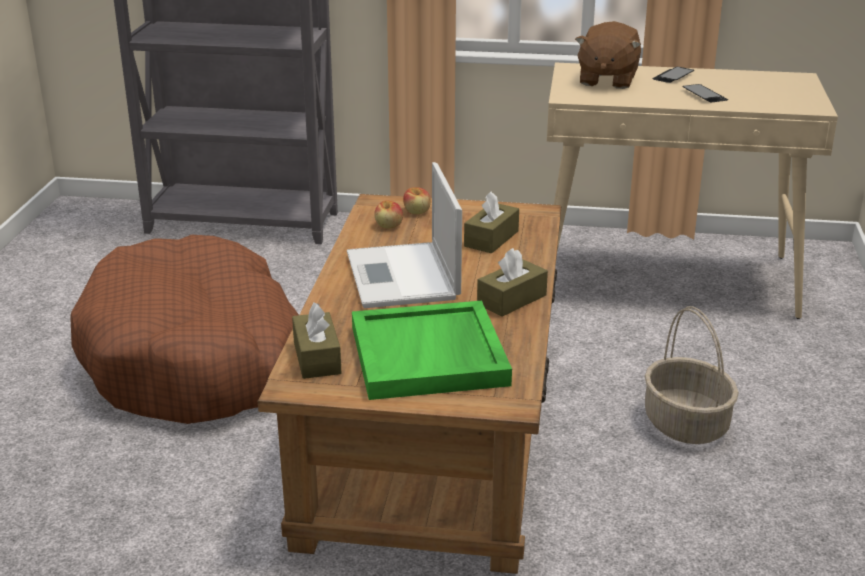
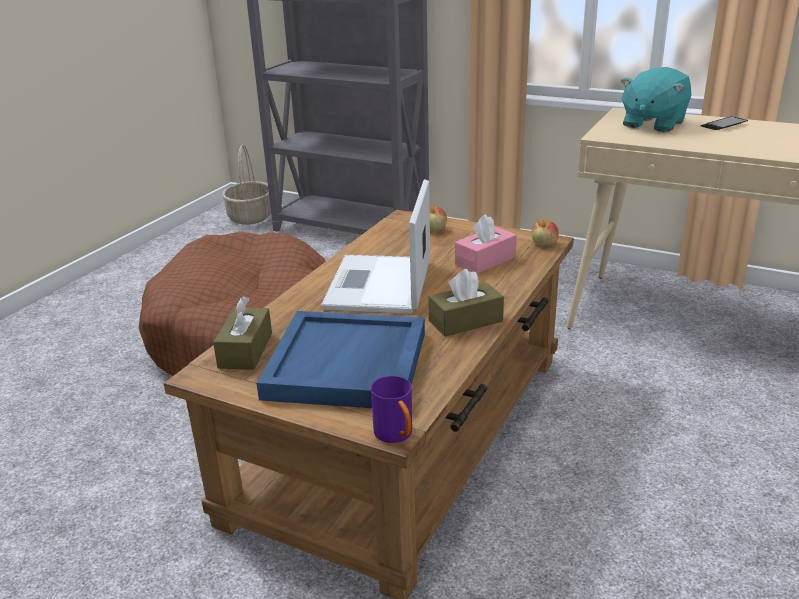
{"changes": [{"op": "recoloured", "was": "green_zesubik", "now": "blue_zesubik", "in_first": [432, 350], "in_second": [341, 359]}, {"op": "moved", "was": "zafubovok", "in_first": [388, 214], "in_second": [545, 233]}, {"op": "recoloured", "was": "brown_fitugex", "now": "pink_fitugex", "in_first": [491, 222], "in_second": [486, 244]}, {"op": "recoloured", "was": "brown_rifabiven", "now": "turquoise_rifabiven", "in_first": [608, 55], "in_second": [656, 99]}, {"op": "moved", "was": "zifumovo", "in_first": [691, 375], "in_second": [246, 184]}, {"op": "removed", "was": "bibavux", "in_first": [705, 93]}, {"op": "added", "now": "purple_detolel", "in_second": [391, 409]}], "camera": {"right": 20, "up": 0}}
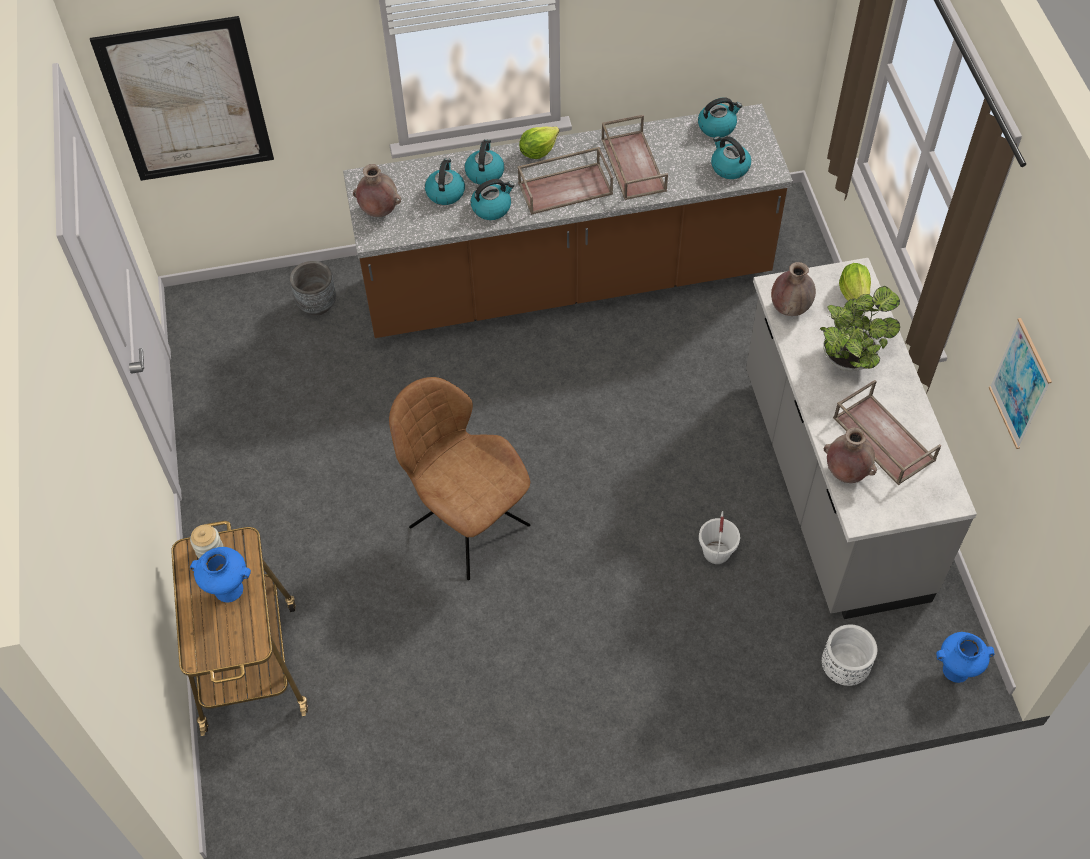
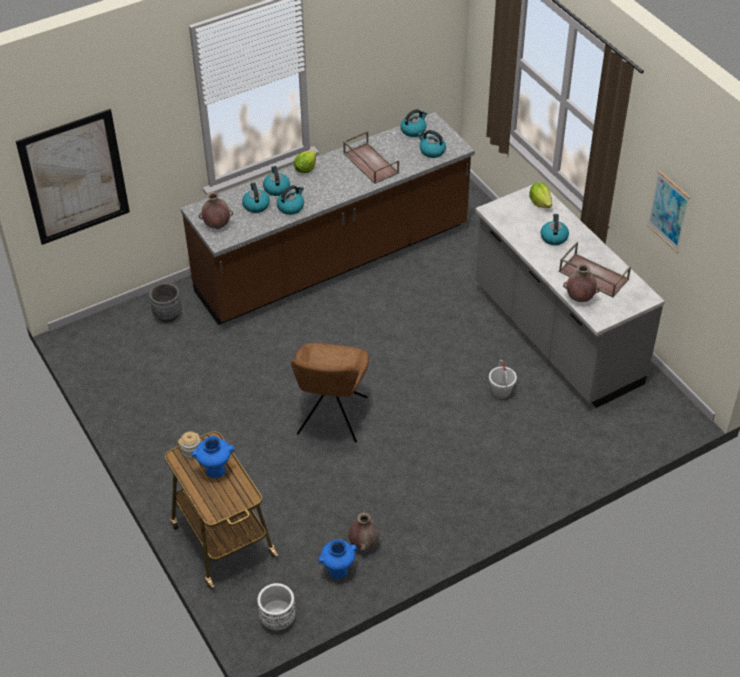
{"changes": [{"op": "turned", "was": "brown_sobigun", "in_first": [459, 478], "in_second": [330, 393], "clockwise": -105}, {"op": "removed", "was": "brown_zesubik", "in_first": [565, 181]}, {"op": "moved", "was": "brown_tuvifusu", "in_first": [793, 289], "in_second": [364, 531]}, {"op": "replaced", "was": "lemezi", "now": "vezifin", "in_first": [860, 328], "in_second": [555, 229]}, {"op": "moved", "was": "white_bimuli", "in_first": [849, 655], "in_second": [276, 606]}, {"op": "moved", "was": "blue_tuvifusu", "in_first": [965, 657], "in_second": [337, 559]}], "camera": {"right": -20, "up": -10}}
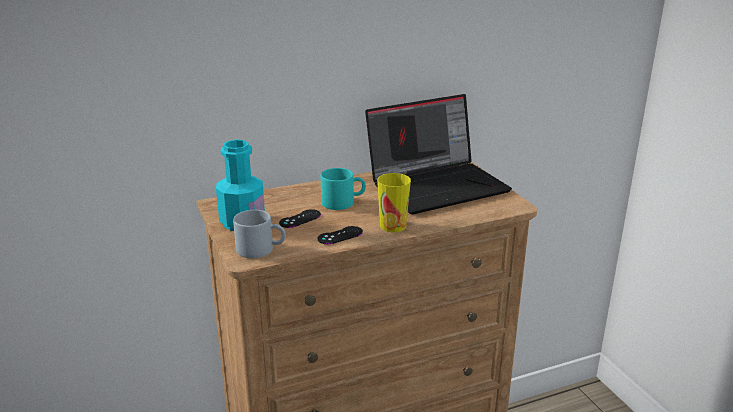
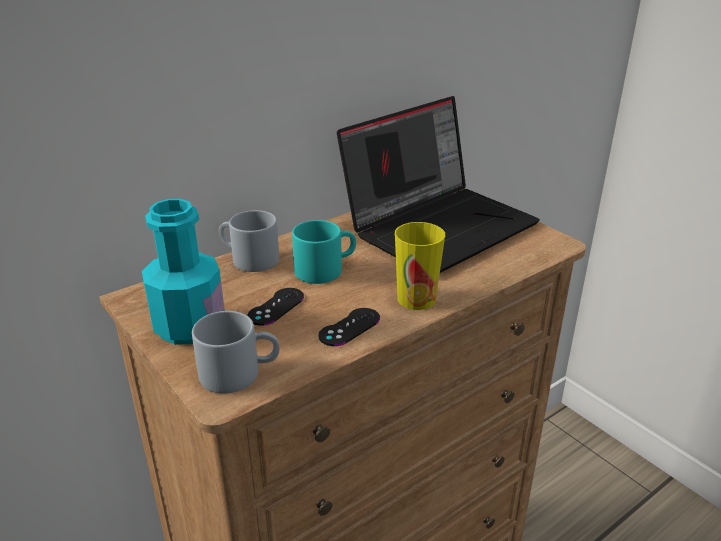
{"changes": [{"op": "added", "now": "grey_detolel", "in_second": [249, 241]}], "camera": {"right": -15, "up": 5}}
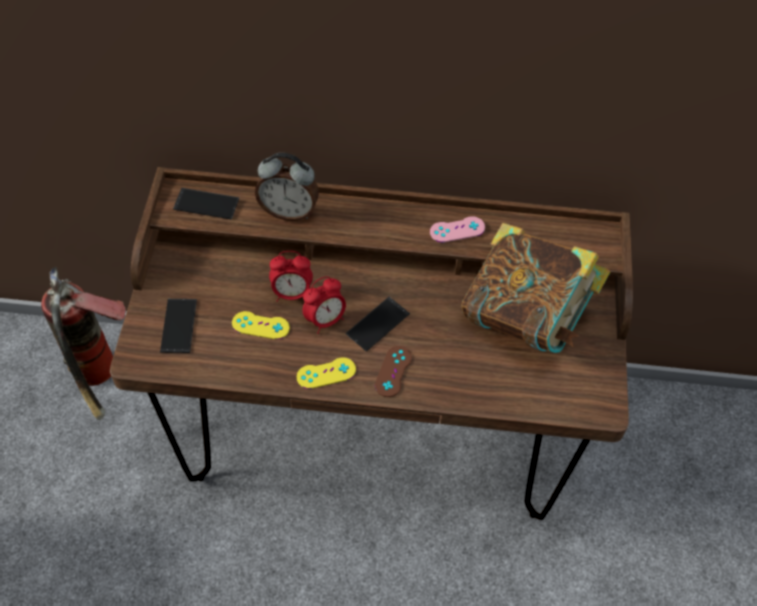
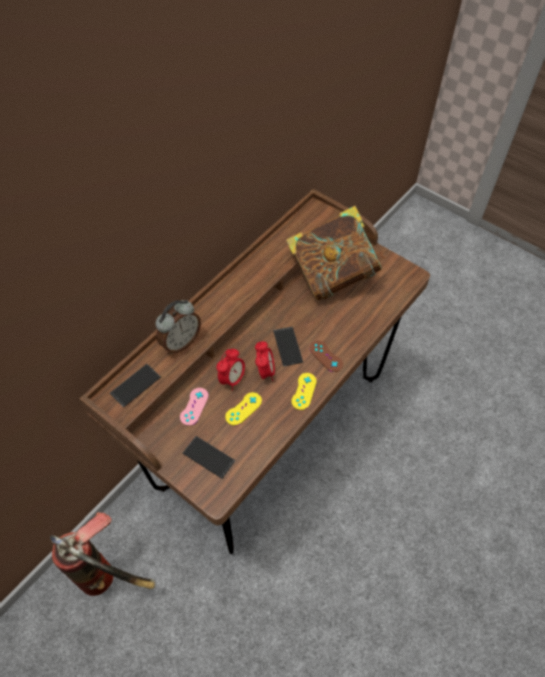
{"changes": [{"op": "moved", "was": "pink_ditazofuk", "in_first": [457, 229], "in_second": [194, 407]}], "camera": {"right": -55, "up": 0}}
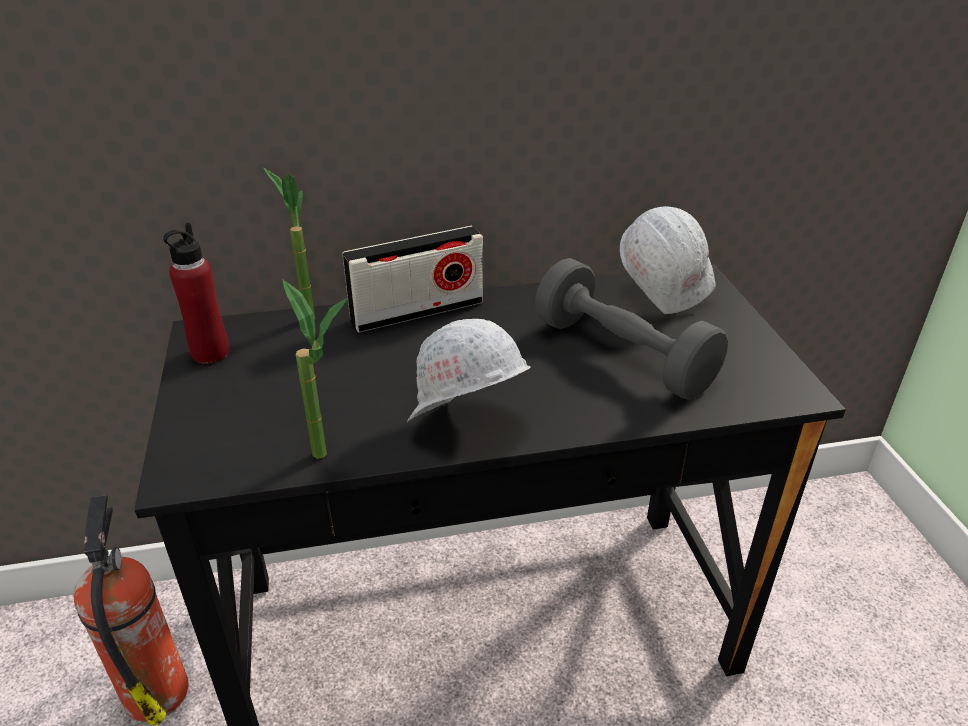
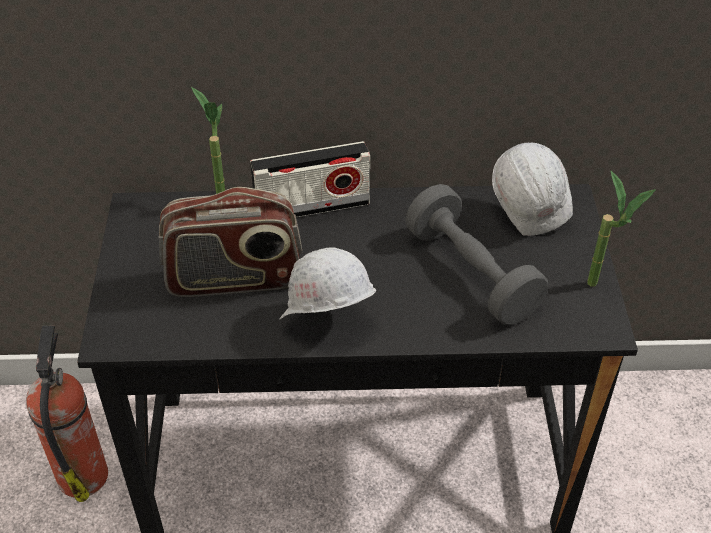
{"changes": [{"op": "removed", "was": "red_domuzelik", "in_first": [196, 293]}, {"op": "moved", "was": "lemezi", "in_first": [314, 369], "in_second": [621, 229]}, {"op": "added", "now": "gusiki", "in_second": [231, 242]}], "camera": {"right": 10, "up": 10}}
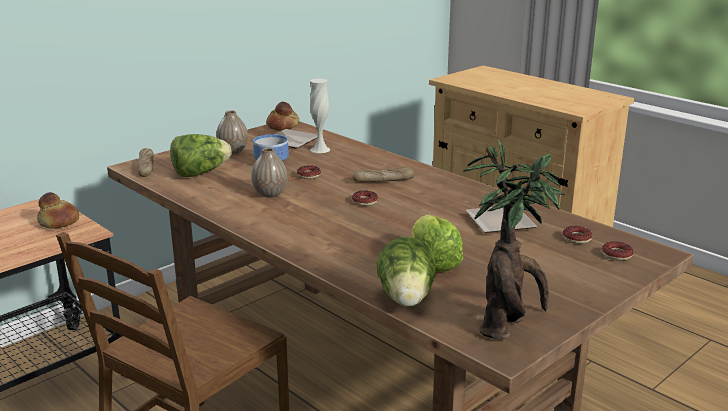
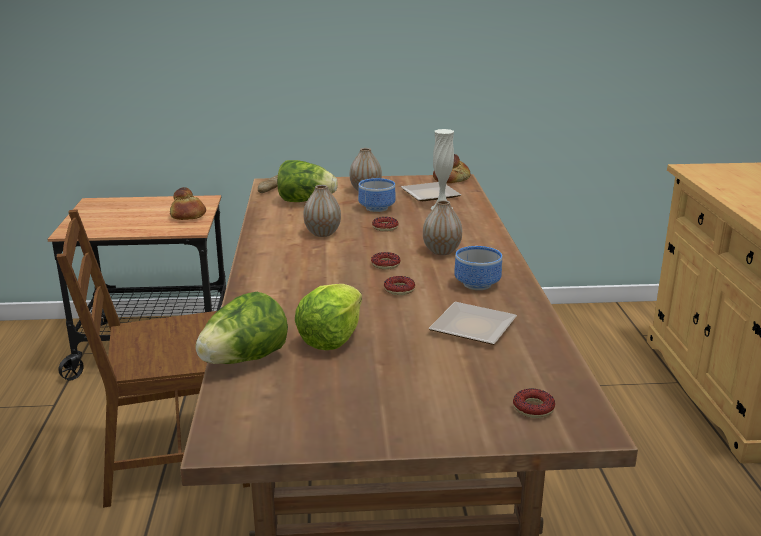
{"changes": [{"op": "replaced", "was": "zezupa", "now": "tuvifusu", "in_first": [383, 174], "in_second": [442, 227]}, {"op": "removed", "was": "lemezi", "in_first": [514, 238]}, {"op": "moved", "was": "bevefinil", "in_first": [578, 235], "in_second": [399, 285]}, {"op": "added", "now": "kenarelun", "in_second": [478, 268]}], "camera": {"right": 40, "up": 0}}
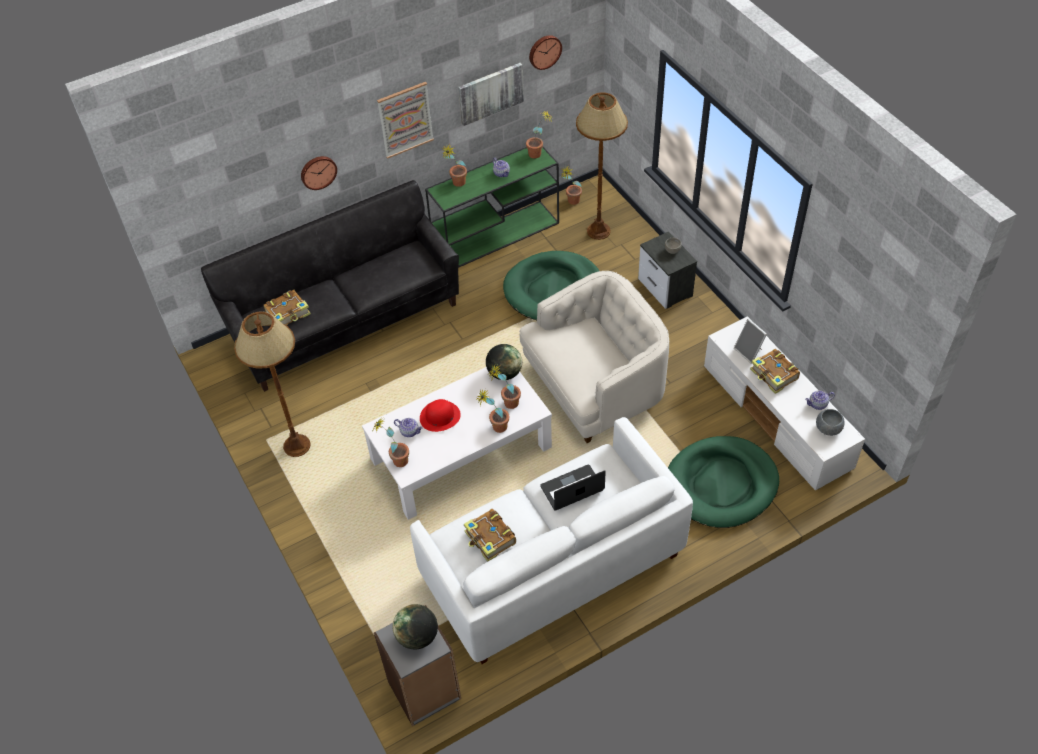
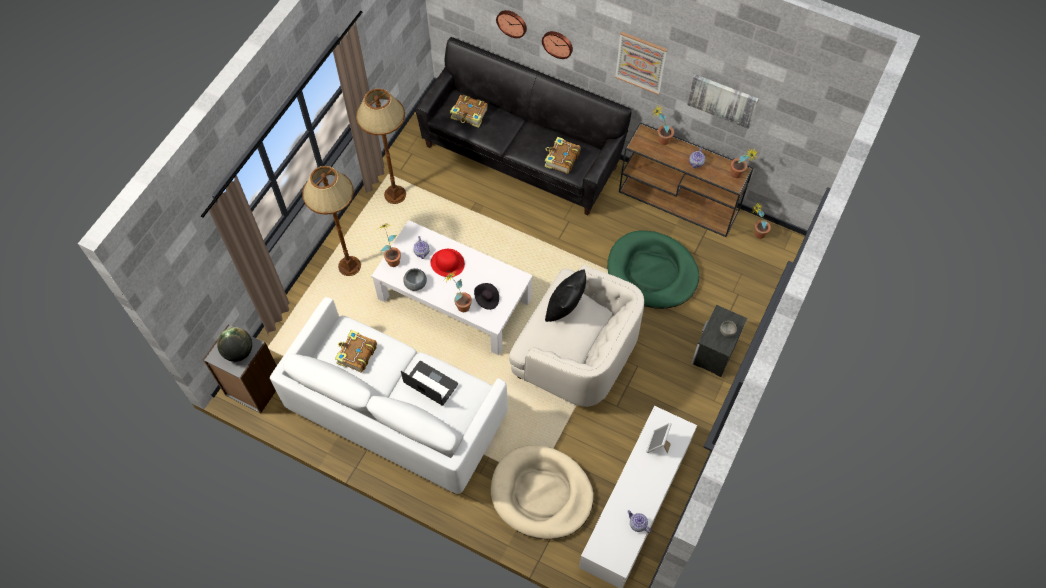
{"changes": [{"op": "recoloured", "was": "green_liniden", "now": "brown_liniden", "in_first": [492, 207], "in_second": [686, 179]}, {"op": "removed", "was": "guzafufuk", "in_first": [504, 362]}, {"op": "replaced", "was": "lemezi", "now": "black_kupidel", "in_first": [504, 386], "in_second": [486, 296]}, {"op": "moved", "was": "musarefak", "in_first": [545, 52], "in_second": [511, 24]}, {"op": "moved", "was": "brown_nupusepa", "in_first": [602, 166], "in_second": [331, 221]}, {"op": "recoloured", "was": "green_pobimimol", "now": "beige_pobimimol", "in_first": [723, 482], "in_second": [542, 492]}, {"op": "moved", "was": "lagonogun", "in_first": [775, 371], "in_second": [562, 155]}, {"op": "moved", "was": "grey_kenarelun", "in_first": [830, 422], "in_second": [415, 279]}, {"op": "added", "now": "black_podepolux", "in_second": [565, 296]}], "camera": {"right": 55, "up": 10}}
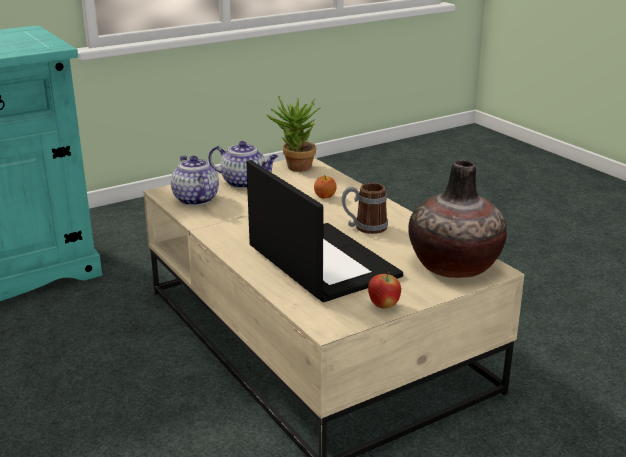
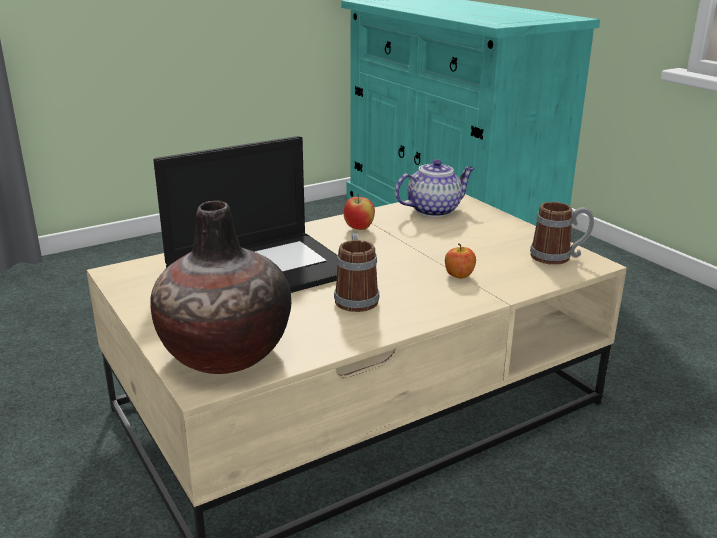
{"changes": [{"op": "removed", "was": "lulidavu", "in_first": [243, 164]}, {"op": "replaced", "was": "lemezi", "now": "detolel", "in_first": [293, 134], "in_second": [562, 233]}, {"op": "moved", "was": "zafubovok", "in_first": [384, 290], "in_second": [359, 212]}], "camera": {"right": 90, "up": 0}}
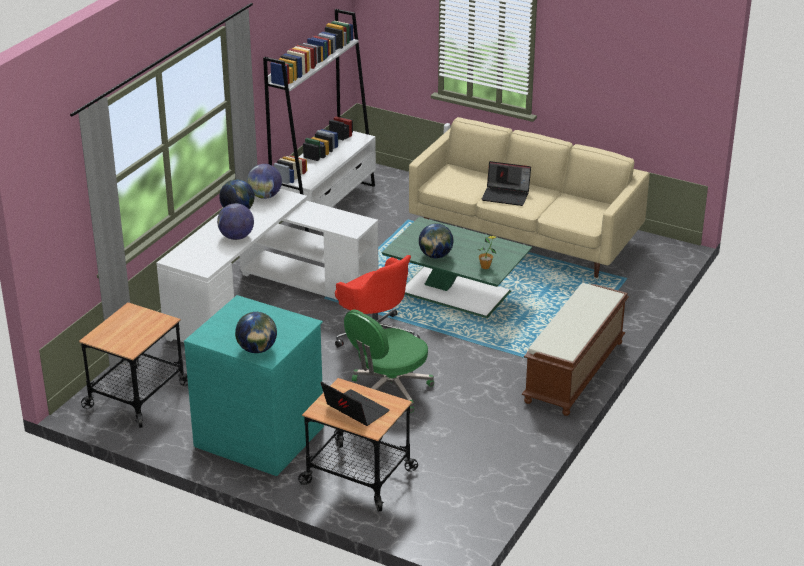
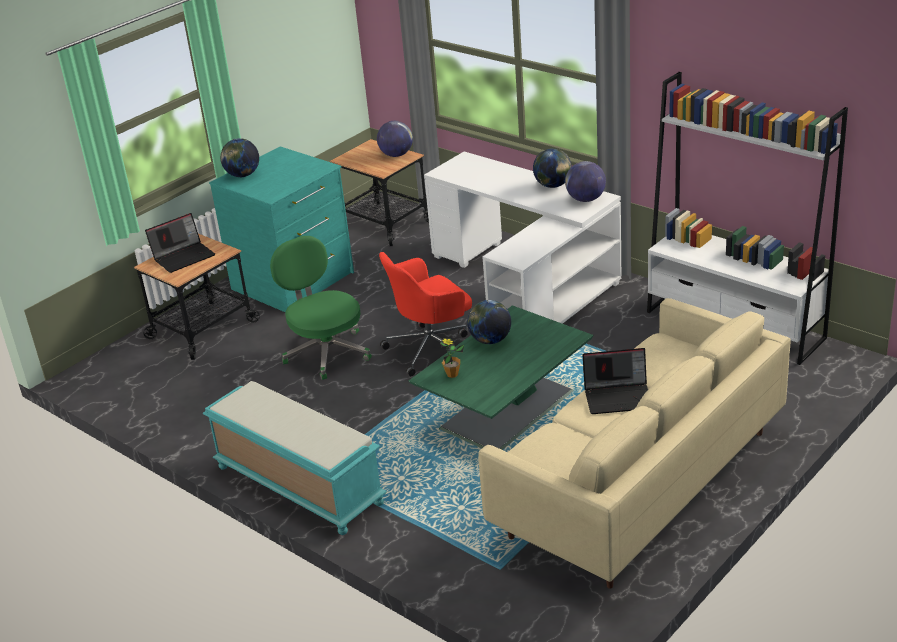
{"changes": [{"op": "moved", "was": "guzafufuk", "in_first": [235, 221], "in_second": [395, 139]}, {"op": "turned", "was": "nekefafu", "in_first": [506, 183], "in_second": [615, 381], "clockwise": -120}, {"op": "recoloured", "was": "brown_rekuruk", "now": "turquoise_rekuruk", "in_first": [575, 349], "in_second": [295, 458]}], "camera": {"right": 105, "up": 0}}
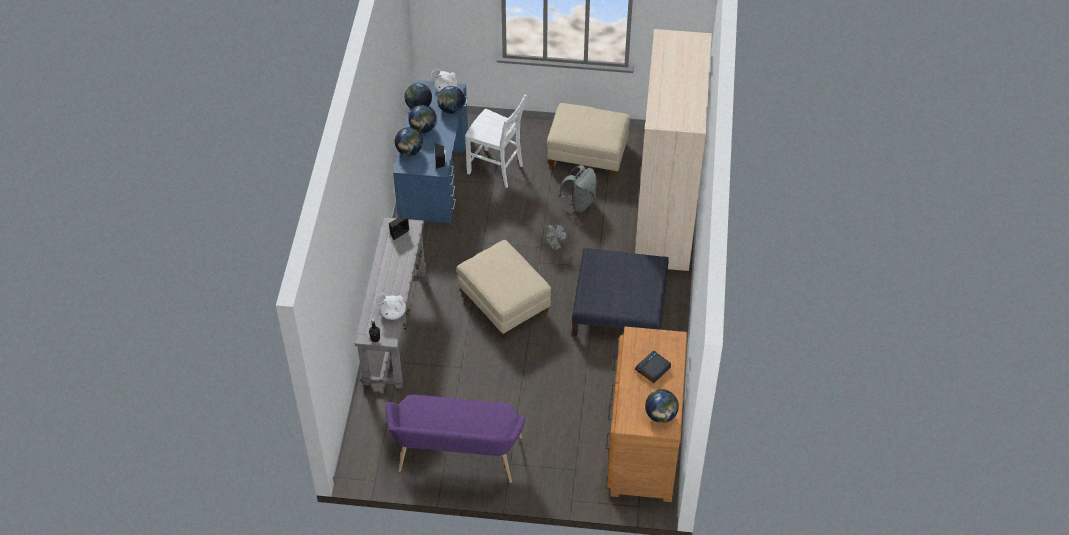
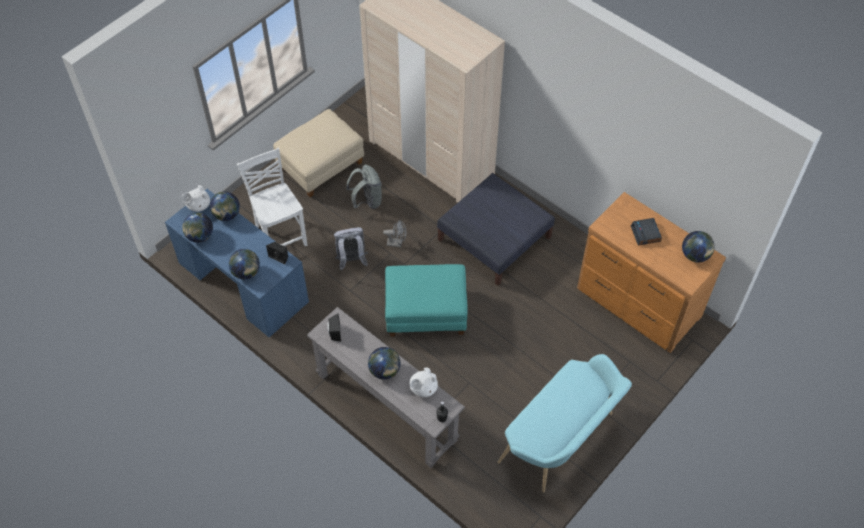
{"changes": [{"op": "recoloured", "was": "purple_rekuruk", "now": "turquoise_rekuruk", "in_first": [455, 439], "in_second": [565, 423]}, {"op": "moved", "was": "guzafufuk", "in_first": [422, 119], "in_second": [384, 363]}, {"op": "recoloured", "was": "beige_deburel", "now": "turquoise_deburel", "in_first": [504, 289], "in_second": [426, 300]}, {"op": "turned", "was": "white_sobigun", "in_first": [495, 141], "in_second": [272, 197], "clockwise": -90}, {"op": "added", "now": "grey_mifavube", "in_second": [351, 248]}], "camera": {"right": -55, "up": 5}}
